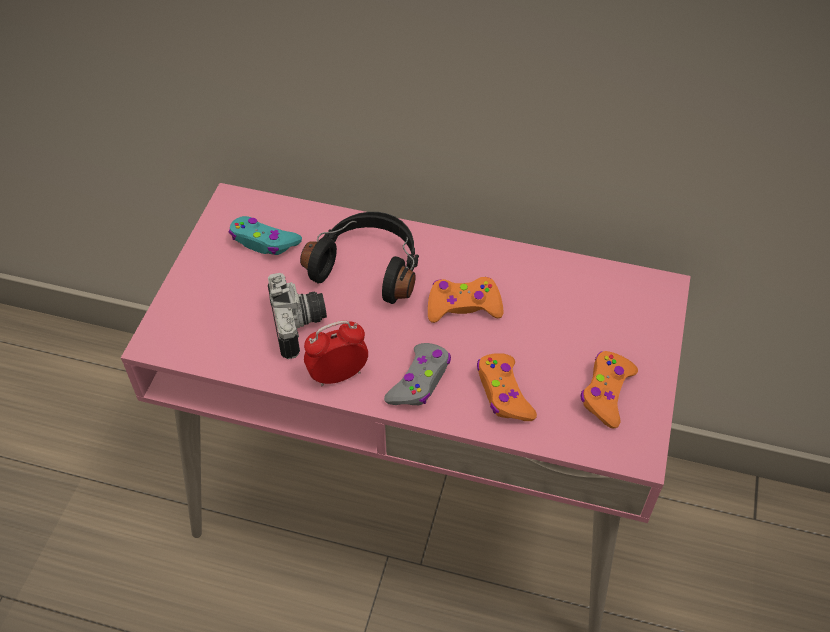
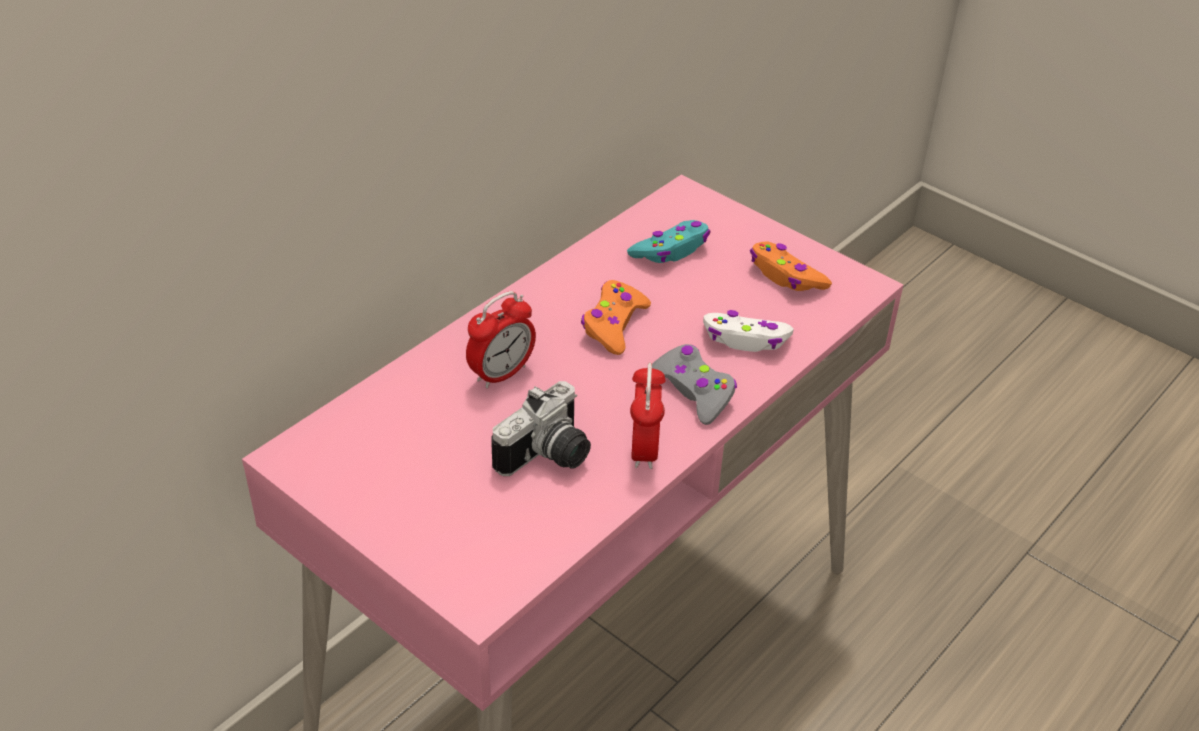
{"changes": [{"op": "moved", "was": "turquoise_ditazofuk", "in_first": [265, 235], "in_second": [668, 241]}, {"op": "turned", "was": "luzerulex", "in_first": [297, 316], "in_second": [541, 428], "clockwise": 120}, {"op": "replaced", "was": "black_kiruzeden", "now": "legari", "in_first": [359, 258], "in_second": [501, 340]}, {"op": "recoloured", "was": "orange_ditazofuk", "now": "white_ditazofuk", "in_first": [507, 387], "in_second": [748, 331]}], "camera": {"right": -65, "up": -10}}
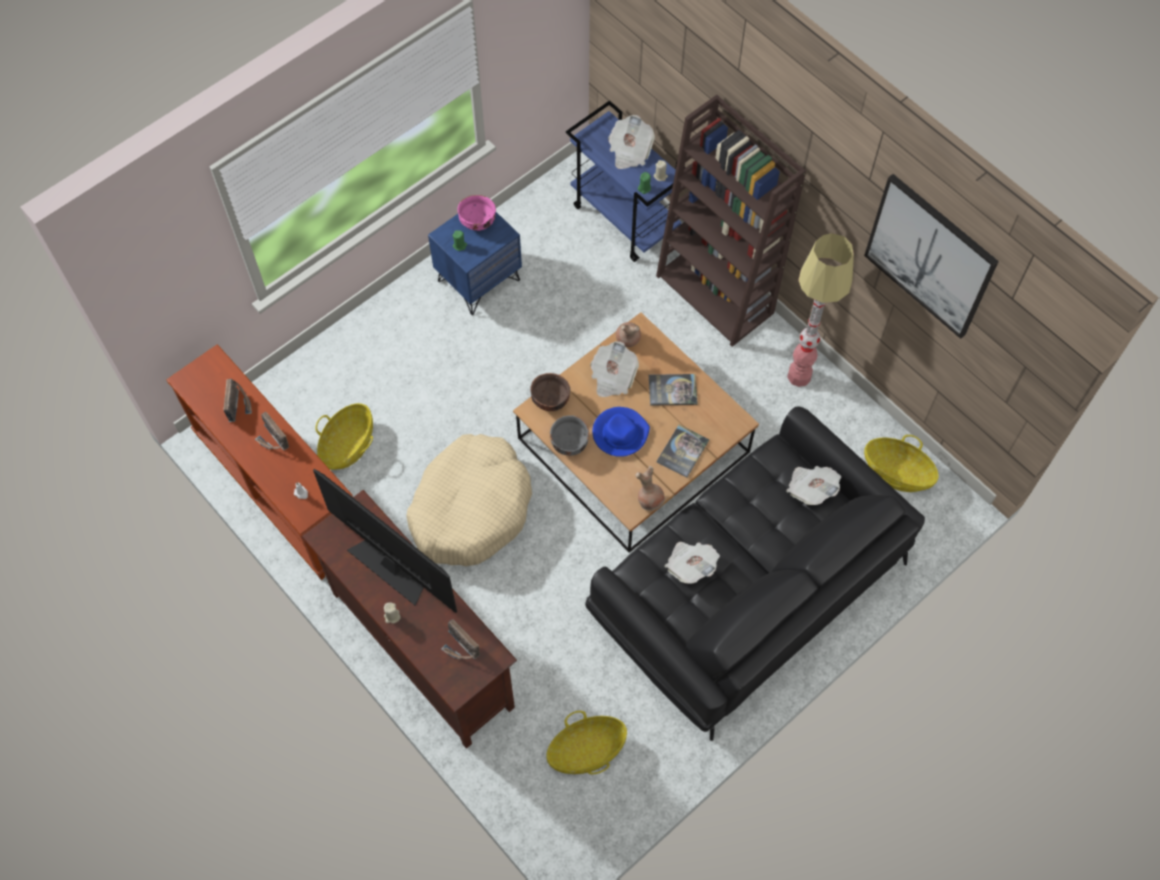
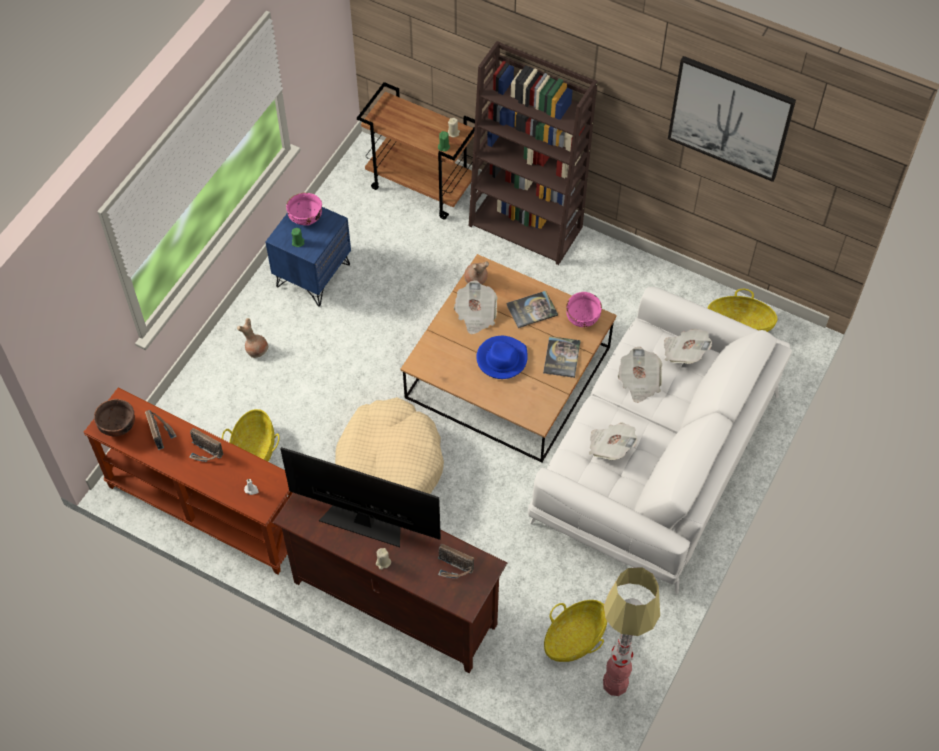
{"changes": [{"op": "moved", "was": "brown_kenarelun", "in_first": [550, 392], "in_second": [114, 417]}, {"op": "removed", "was": "grey_kenarelun", "in_first": [569, 435]}, {"op": "recoloured", "was": "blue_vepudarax", "now": "brown_vepudarax", "in_first": [625, 181], "in_second": [416, 151]}, {"op": "recoloured", "was": "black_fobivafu", "now": "white_fobivafu", "in_first": [755, 574], "in_second": [660, 440]}, {"op": "moved", "was": "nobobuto", "in_first": [631, 142], "in_second": [640, 375]}, {"op": "moved", "was": "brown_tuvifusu", "in_first": [650, 488], "in_second": [252, 338]}, {"op": "moved", "was": "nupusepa", "in_first": [820, 310], "in_second": [631, 631]}, {"op": "added", "now": "pink_kenarelun", "in_second": [584, 309]}], "camera": {"right": -20, "up": -5}}
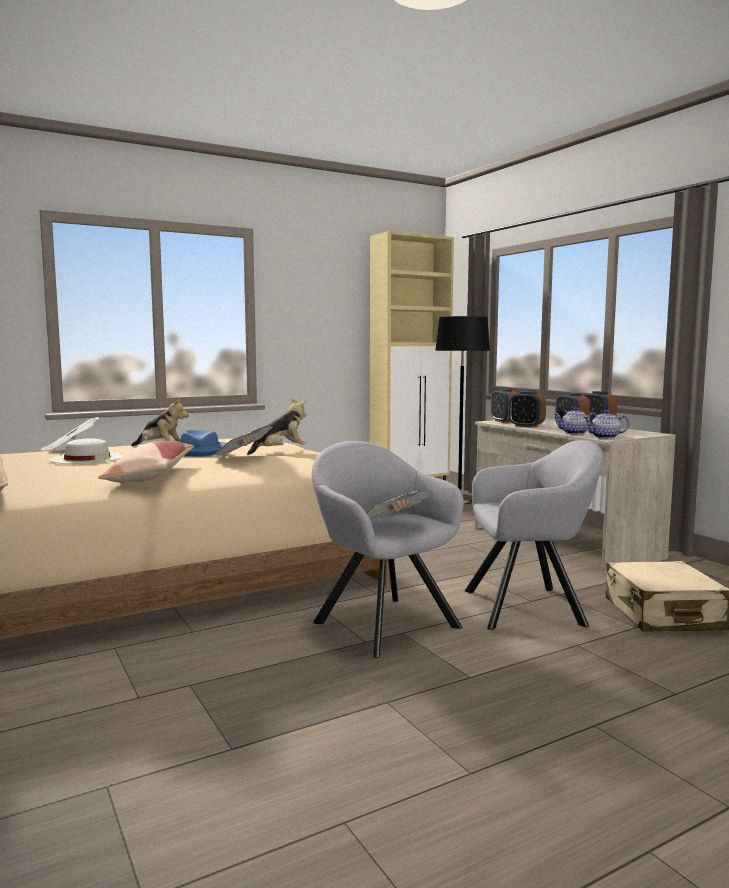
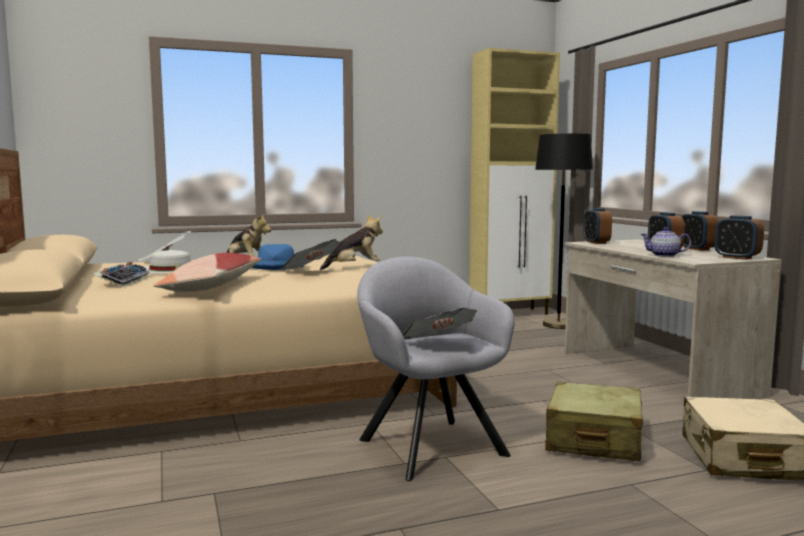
{"changes": [{"op": "replaced", "was": "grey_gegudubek", "now": "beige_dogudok", "in_first": [534, 535], "in_second": [594, 421]}, {"op": "moved", "was": "legari", "in_first": [527, 409], "in_second": [739, 237]}, {"op": "removed", "was": "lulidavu", "in_first": [606, 424]}, {"op": "added", "now": "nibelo", "in_second": [121, 274]}], "camera": {"right": 10, "up": 0}}
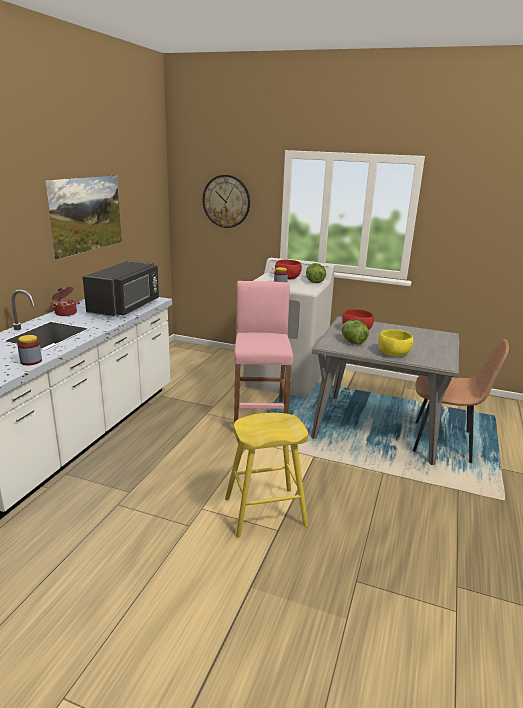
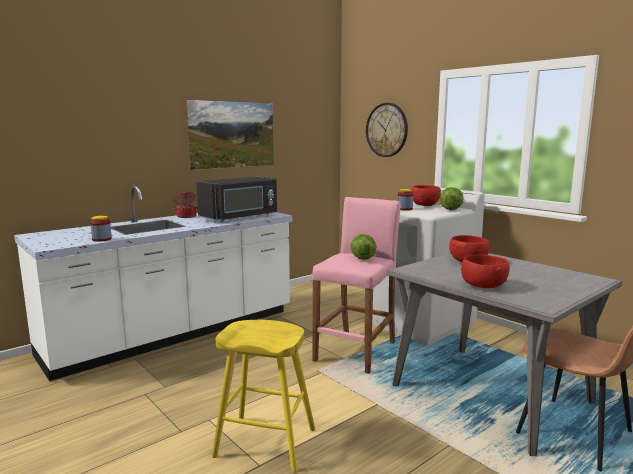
{"changes": [{"op": "moved", "was": "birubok", "in_first": [355, 332], "in_second": [363, 247]}, {"op": "recoloured", "was": "yellow_kenarelun", "now": "red_kenarelun", "in_first": [395, 342], "in_second": [485, 271]}], "camera": {"right": 30, "up": -10}}
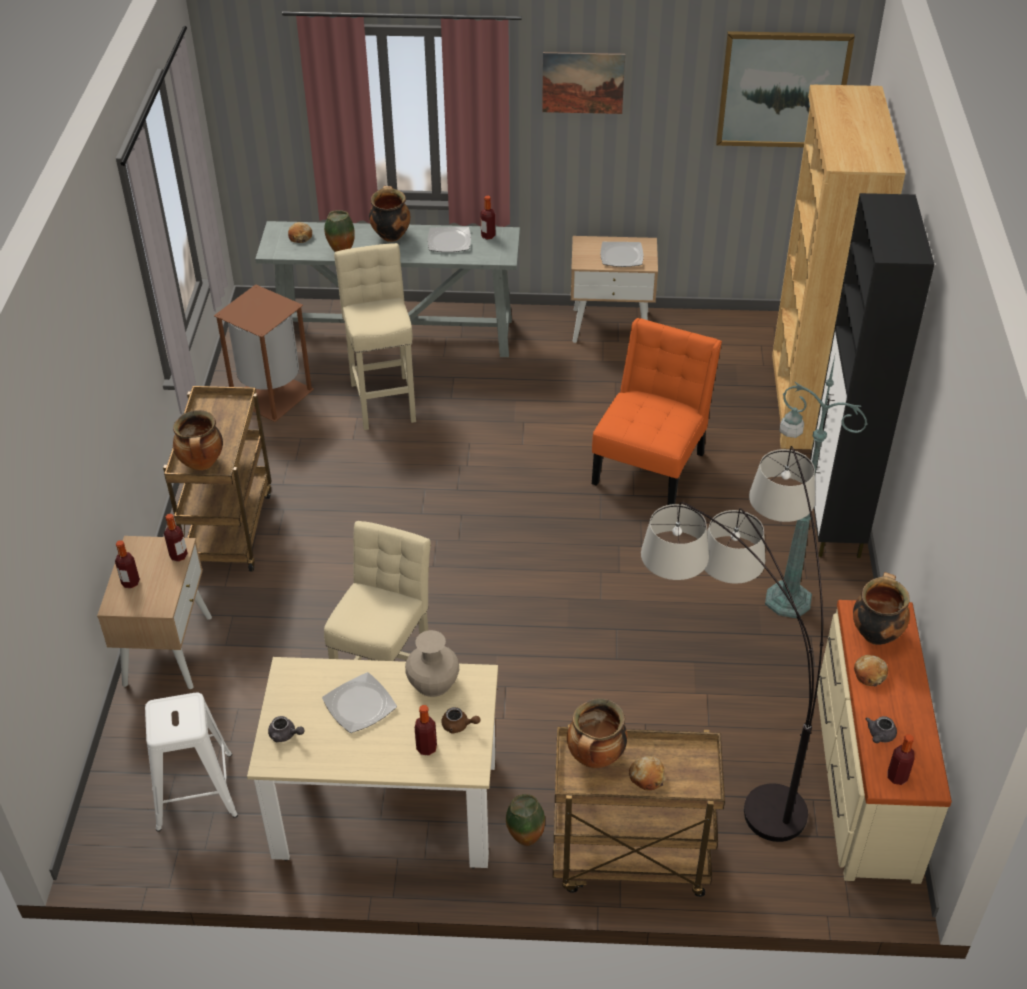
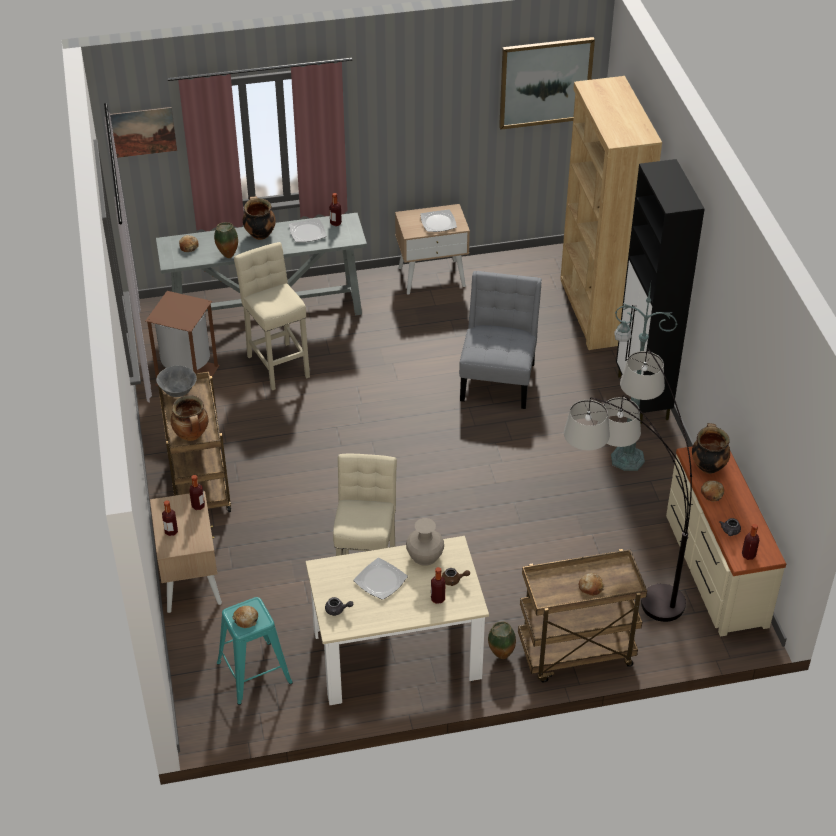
{"changes": [{"op": "recoloured", "was": "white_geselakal", "now": "turquoise_geselakal", "in_first": [191, 762], "in_second": [255, 651]}, {"op": "moved", "was": "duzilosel", "in_first": [583, 83], "in_second": [143, 132]}, {"op": "removed", "was": "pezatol", "in_first": [597, 733]}, {"op": "recoloured", "was": "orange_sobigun", "now": "grey_sobigun", "in_first": [657, 411], "in_second": [500, 340]}, {"op": "added", "now": "grey_kenarelun", "in_second": [176, 381]}, {"op": "added", "now": "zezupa", "in_second": [245, 617]}], "camera": {"right": -15, "up": 0}}
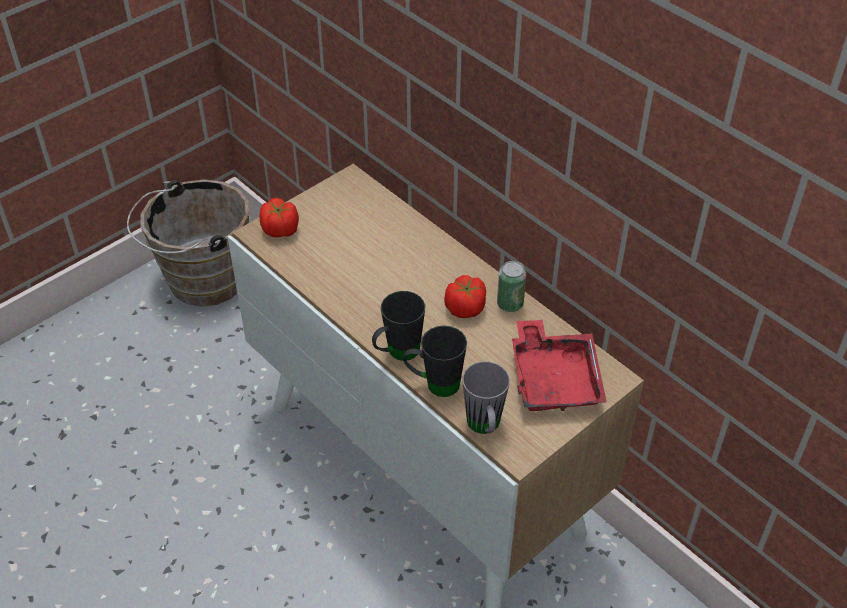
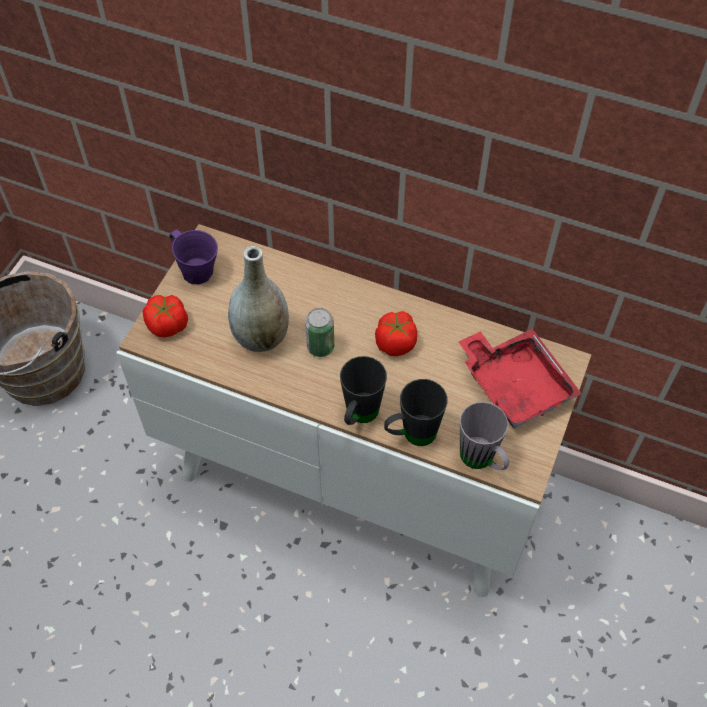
{"changes": [{"op": "moved", "was": "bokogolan", "in_first": [511, 286], "in_second": [319, 332]}, {"op": "added", "now": "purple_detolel", "in_second": [193, 256]}, {"op": "added", "now": "grey_tuvifusu", "in_second": [258, 299]}], "camera": {"right": -25, "up": 10}}
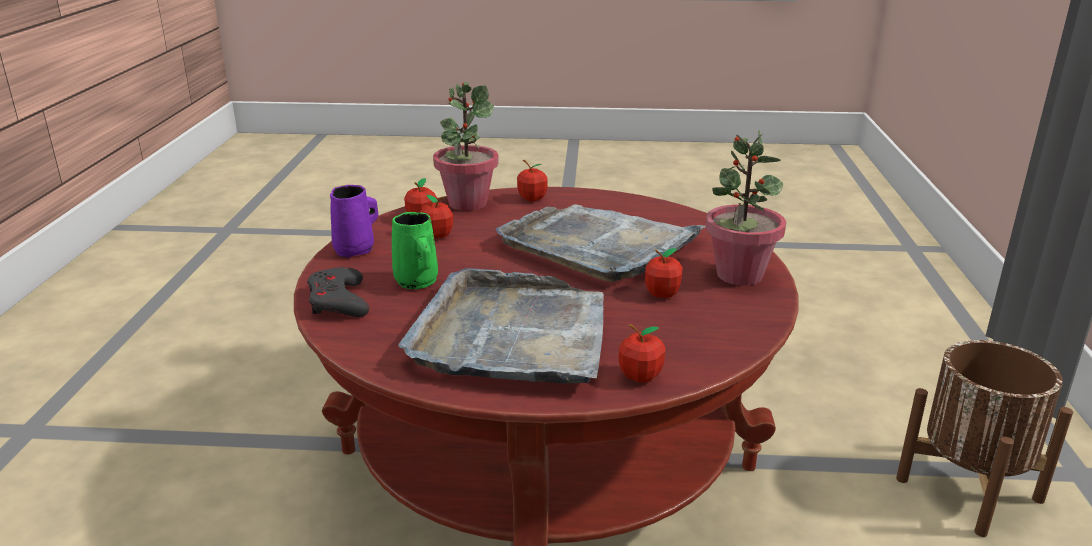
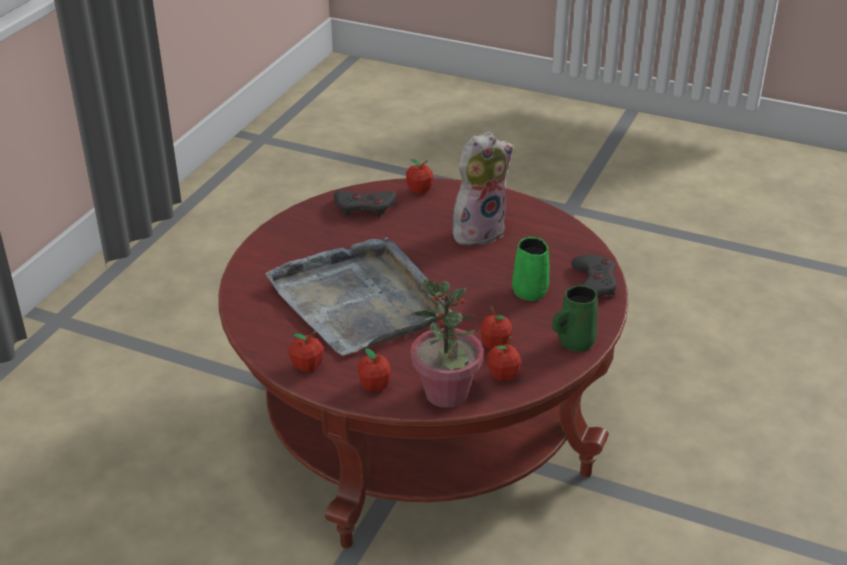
{"changes": [{"op": "recoloured", "was": "purple_detolel", "now": "green_detolel", "in_first": [354, 221], "in_second": [575, 318]}, {"op": "replaced", "was": "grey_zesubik", "now": "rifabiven", "in_first": [501, 326], "in_second": [483, 188]}, {"op": "moved", "was": "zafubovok", "in_first": [664, 273], "in_second": [306, 351]}, {"op": "removed", "was": "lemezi", "in_first": [745, 207]}, {"op": "removed", "was": "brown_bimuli", "in_first": [984, 438]}, {"op": "added", "now": "grey_ditazofuk", "in_second": [365, 204]}], "camera": {"right": -160, "up": 10}}
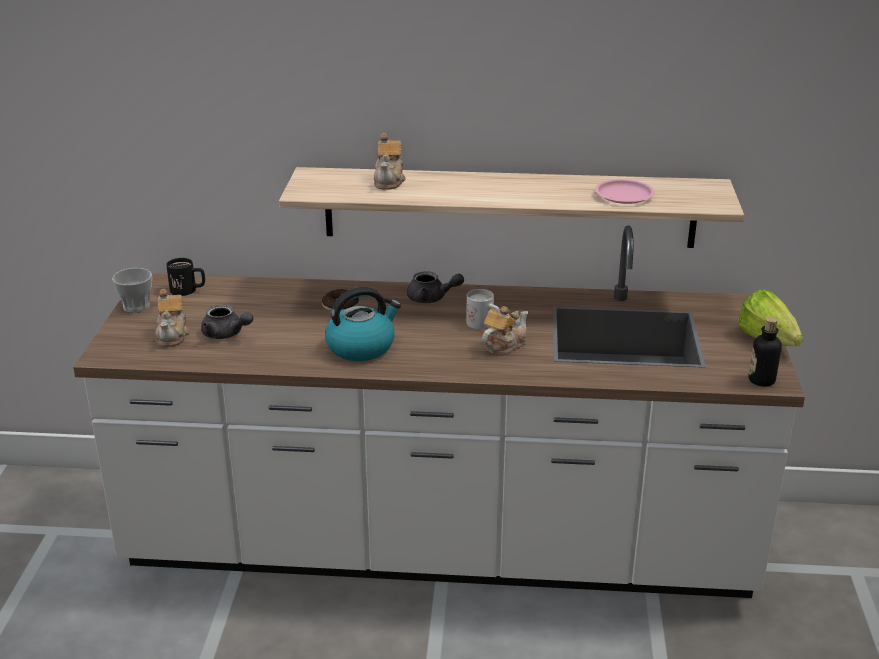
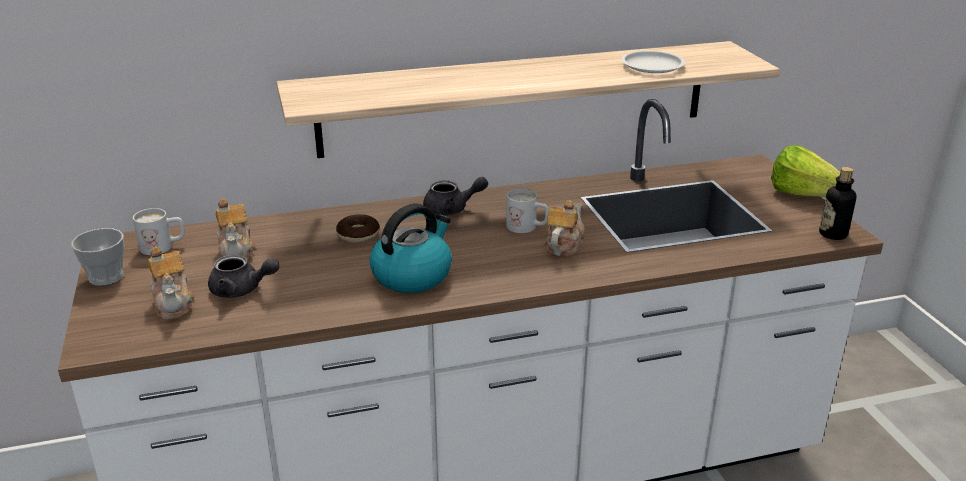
{"changes": [{"op": "recoloured", "was": "black_detolel", "now": "white_detolel", "in_first": [185, 277], "in_second": [159, 231]}, {"op": "moved", "was": "lulidavu", "in_first": [390, 161], "in_second": [235, 229]}, {"op": "recoloured", "was": "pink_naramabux", "now": "white_naramabux", "in_first": [625, 191], "in_second": [653, 62]}], "camera": {"right": -20, "up": 0}}
